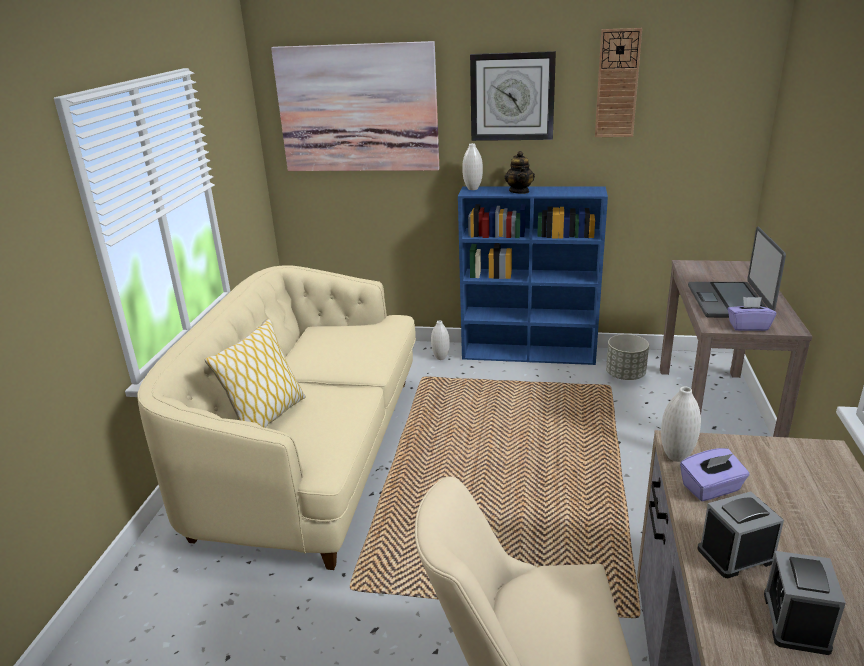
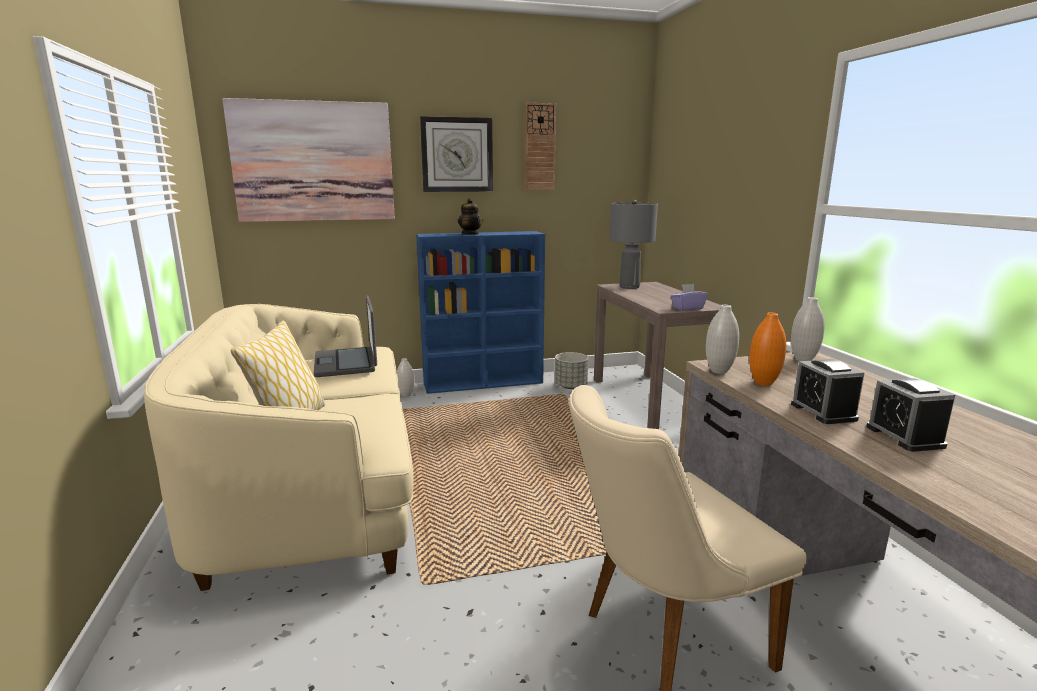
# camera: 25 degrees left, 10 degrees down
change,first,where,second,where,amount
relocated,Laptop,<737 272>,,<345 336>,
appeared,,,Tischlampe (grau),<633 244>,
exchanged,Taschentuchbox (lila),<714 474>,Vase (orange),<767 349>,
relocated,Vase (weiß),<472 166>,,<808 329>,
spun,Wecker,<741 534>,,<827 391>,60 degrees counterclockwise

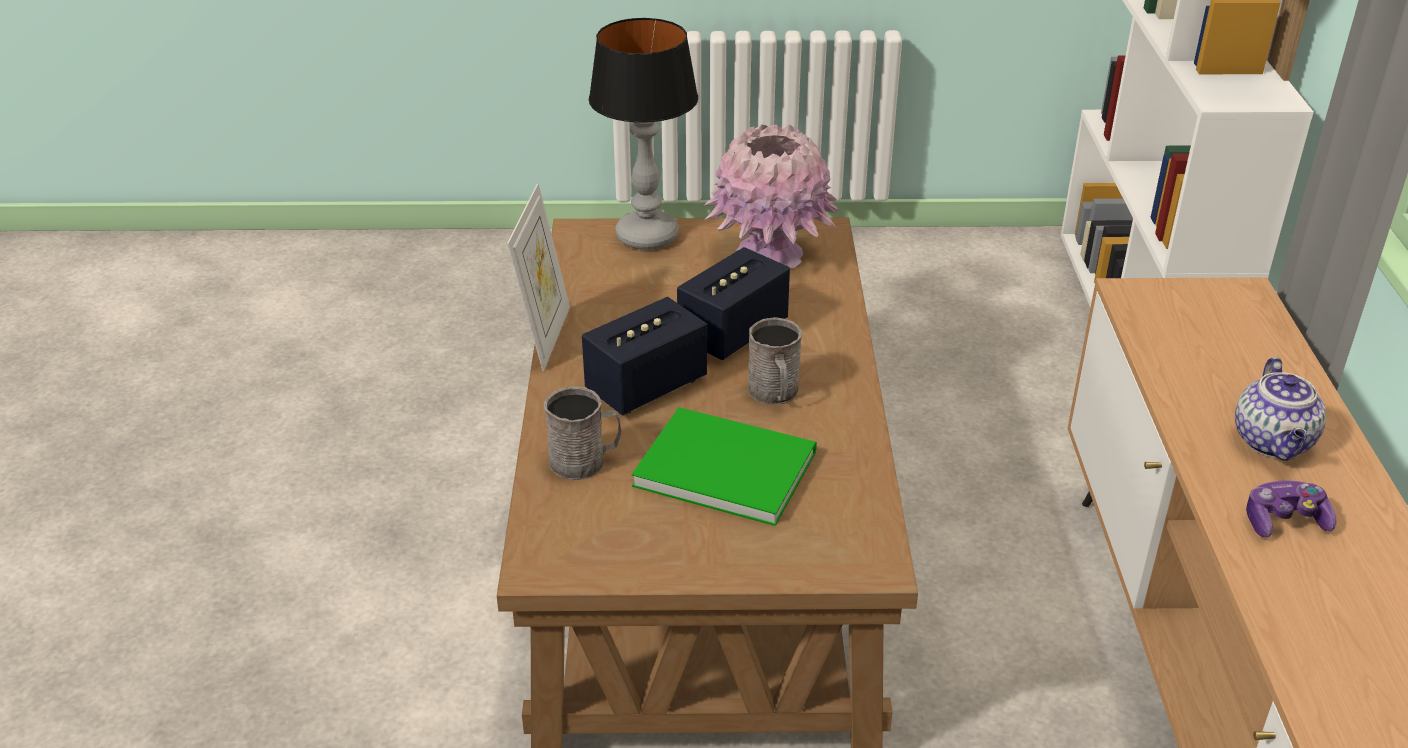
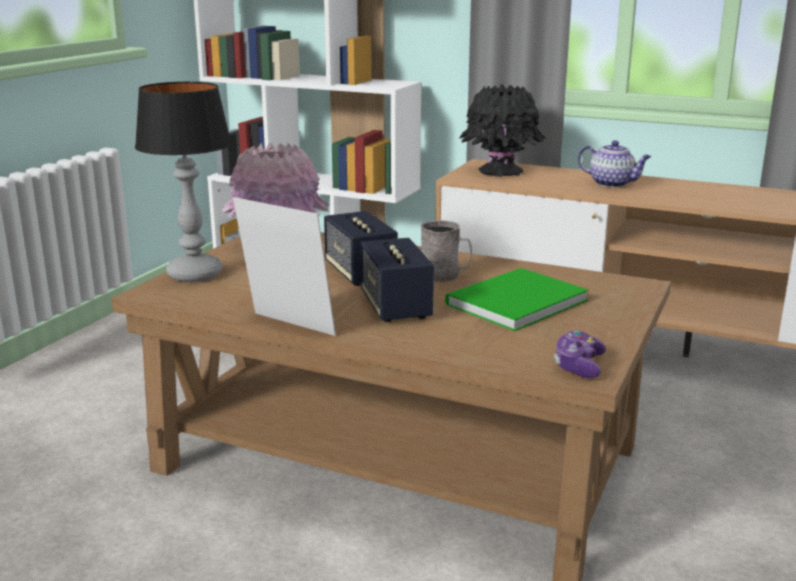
# camera: 65 degrees left, 15 degrees down
change,first,where,second,where,amount
appeared,,,Vase (schwarz),<503 130>,
relocated,Gamepad,<1291 509>,,<580 354>,
missing,Henkelbecher (grau),<582 433>,,,

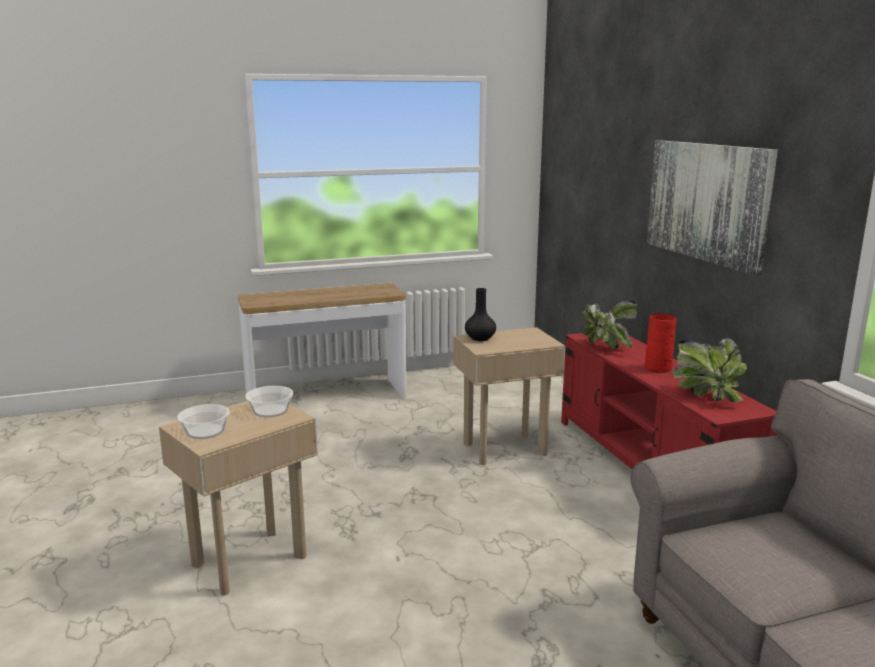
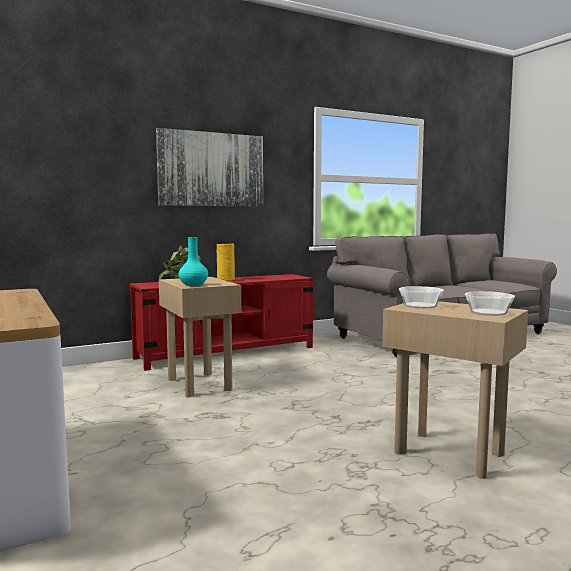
# camera: 100 degrees left, 10 degrees down
change,first,where,second,where,amount
colour,Vase (schwarz),<480 314>,Vase (türkis),<193 261>,
colour,Vase (rot),<660 343>,Vase (gelb),<226 262>,
missing,Topfpflanze,<710 370>,,,

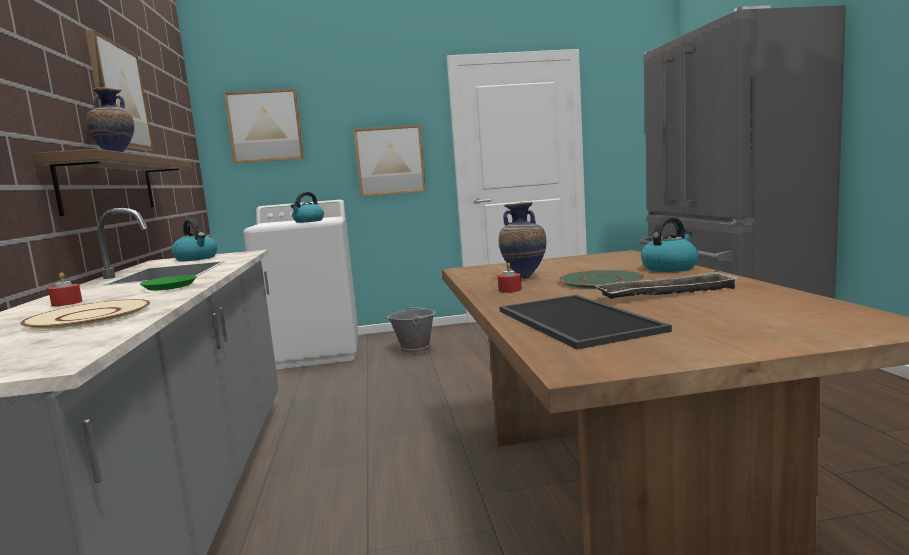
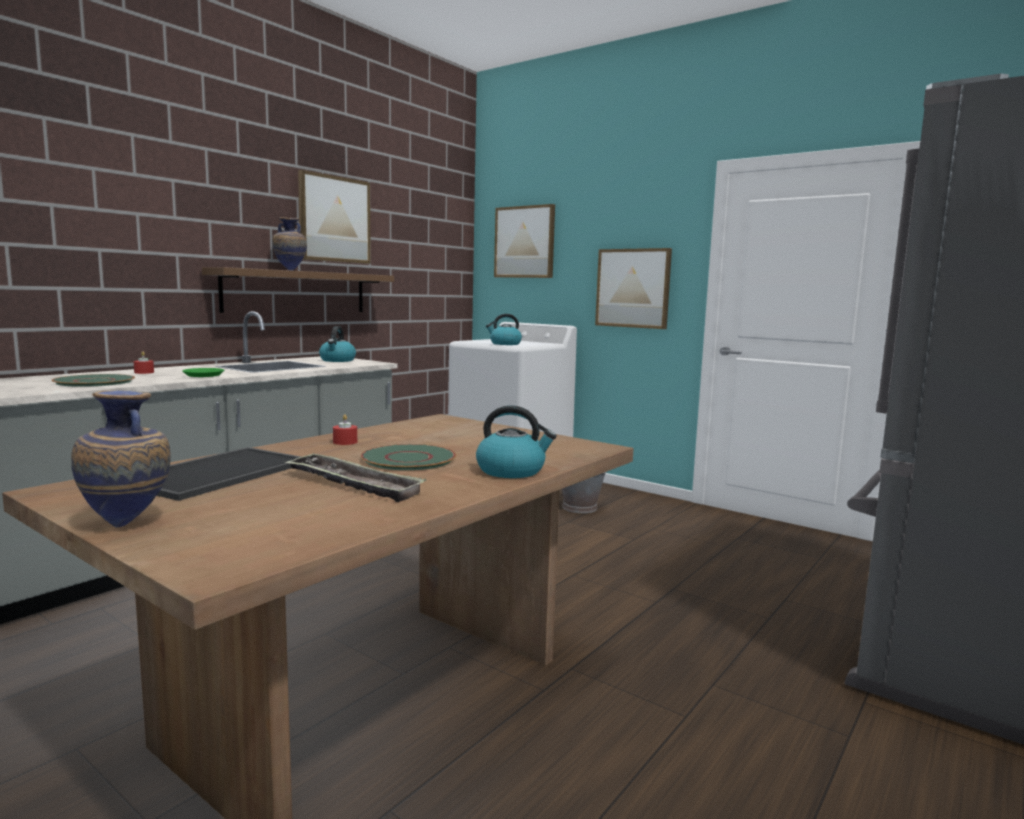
# camera: 45 degrees right, 0 degrees up
change,first,where,second,where,amount
colour,Teller (beige),<85 315>,Teller (grün),<93 380>,
relocated,Vase,<523 240>,,<121 458>,

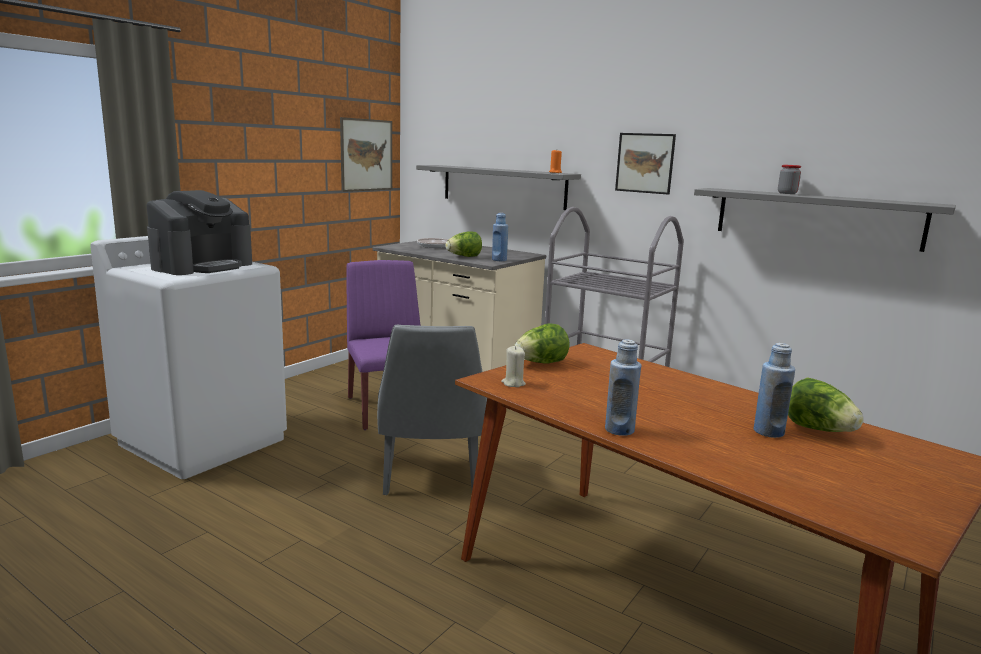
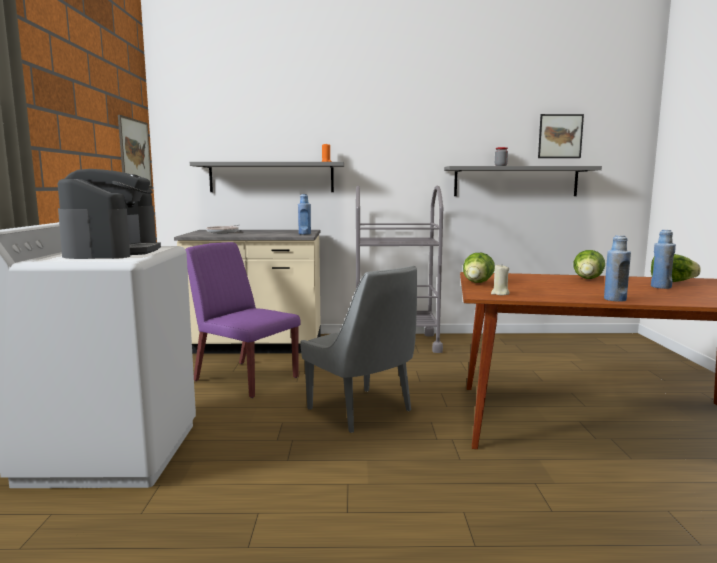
# camera: 35 degrees left, 5 degrees down
change,first,where,second,where,amount
relocated,Bild,<645 164>,,<561 136>,
relocated,Salatkopf,<463 244>,,<589 264>,

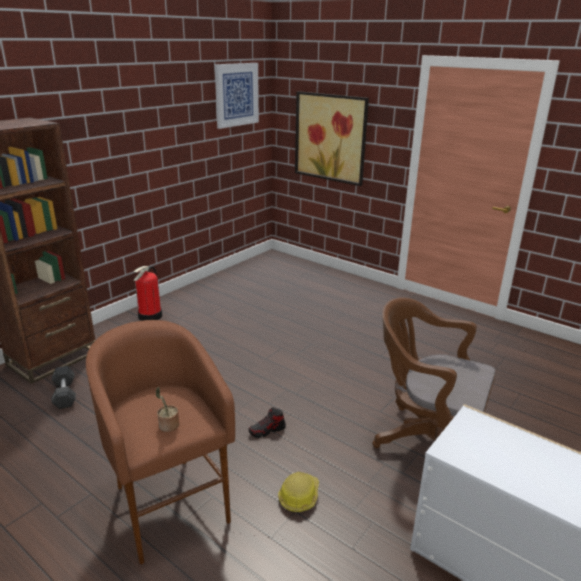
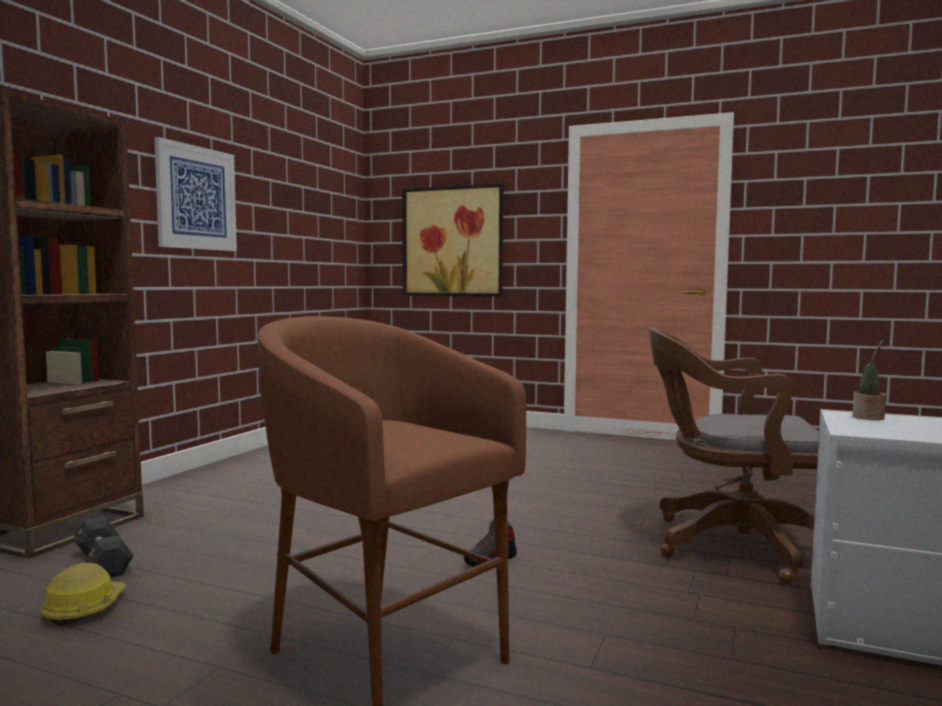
# camera: 15 degrees left, 20 degrees down
change,first,where,second,where,amount
relocated,Schutzhelm,<298 491>,,<83 593>,
relocated,Bild,<237 96>,,<195 194>,
relocated,Topfpflanze,<167 409>,,<869 380>,
missing,Feuerlöscher,<147 293>,,,

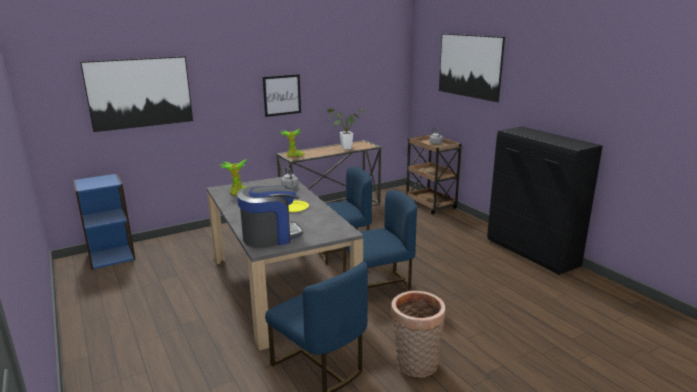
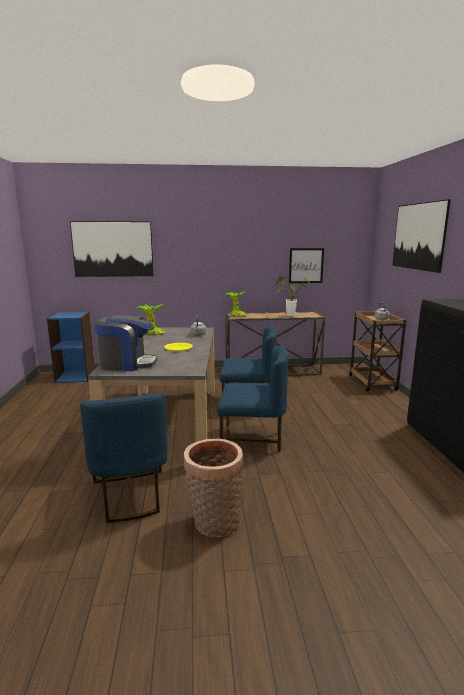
# camera: 25 degrees right, 5 degrees down
change,first,where,second,where,amount
relocated,Bild,<282 95>,,<306 265>,

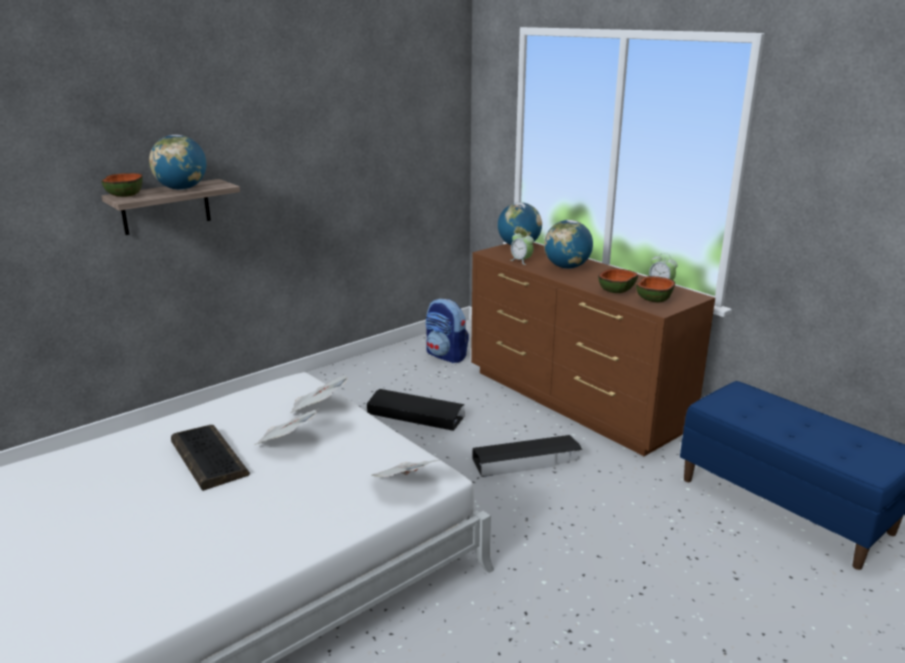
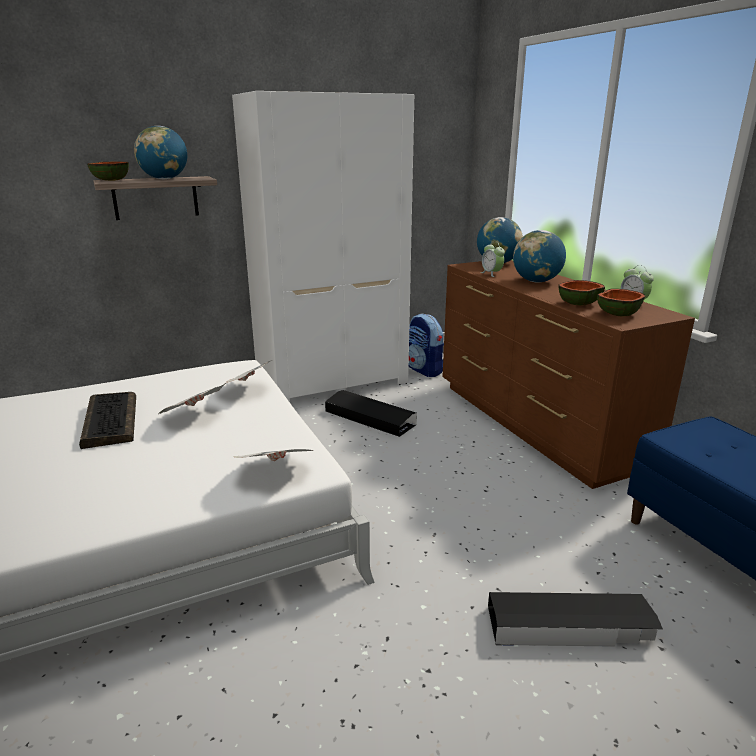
# camera: 15 degrees right, 0 degrees up
change,first,where,second,where,amount
appeared,,,Kleiderschrank (weiß),<323 246>,
relocated,Aufbewahrungsbox (schwarz),<527 456>,,<575 619>,

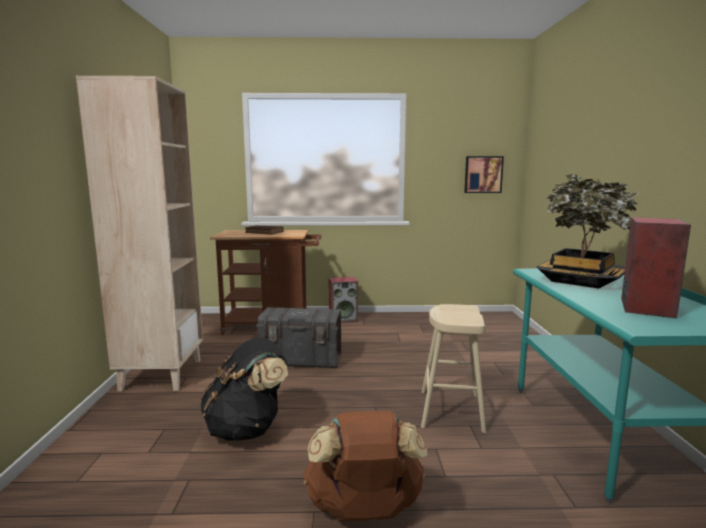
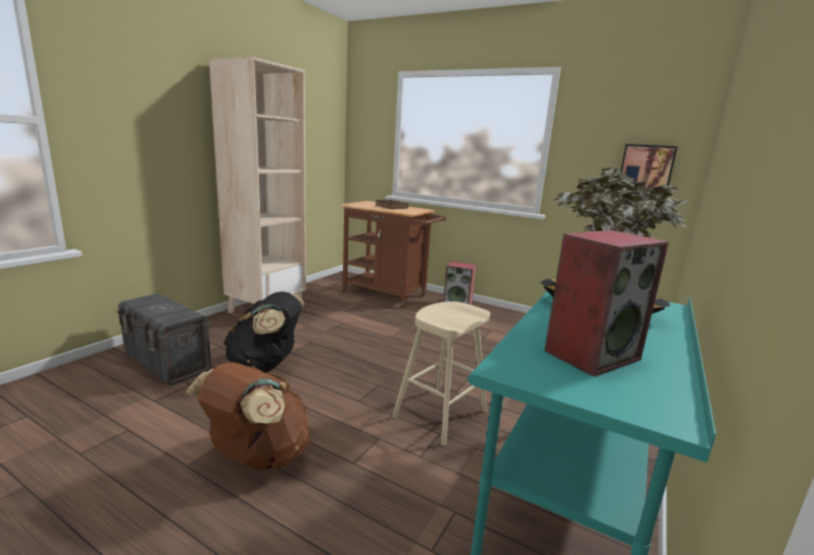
# camera: 30 degrees right, 5 degrees up
change,first,where,second,where,amount
relocated,Aufbewahrungsbox (grau),<299 337>,,<164 339>,

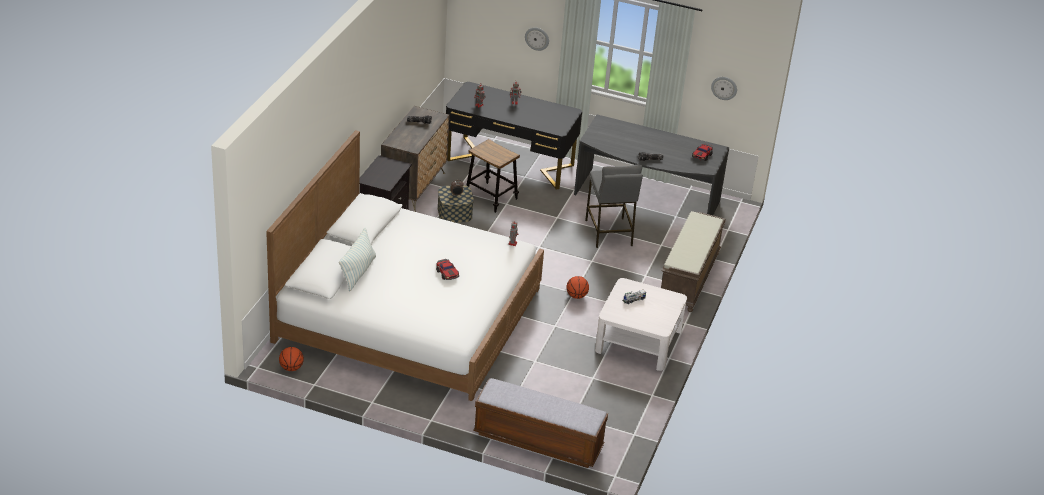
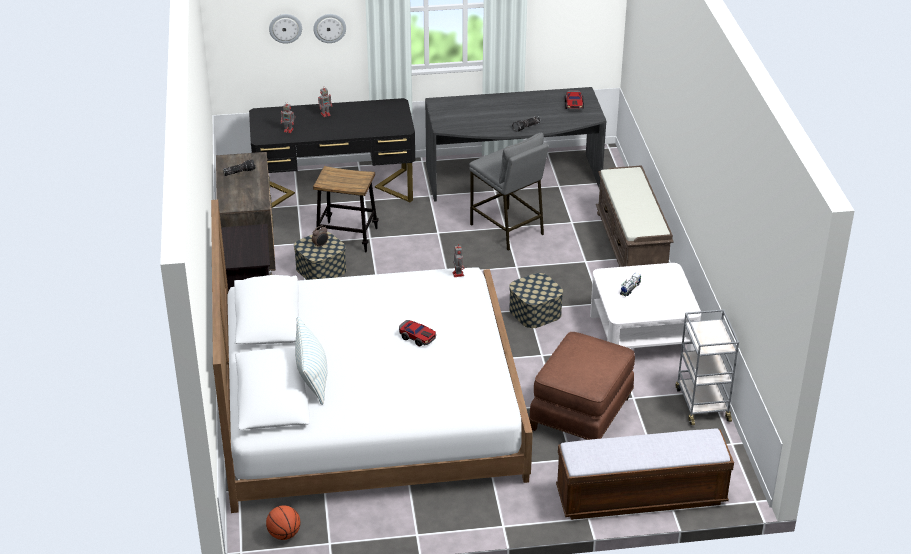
# camera: 25 degrees left, 0 degrees up
change,first,where,second,where,amount
relocated,Wanduhr,<724 88>,,<285 29>,
exchanged,Basketball,<578 287>,Aufbewahrungsbox,<536 300>,
appeared,,,Polsterhocker (braun),<582 386>,
appeared,,,Rollwagen (grau),<707 367>,

